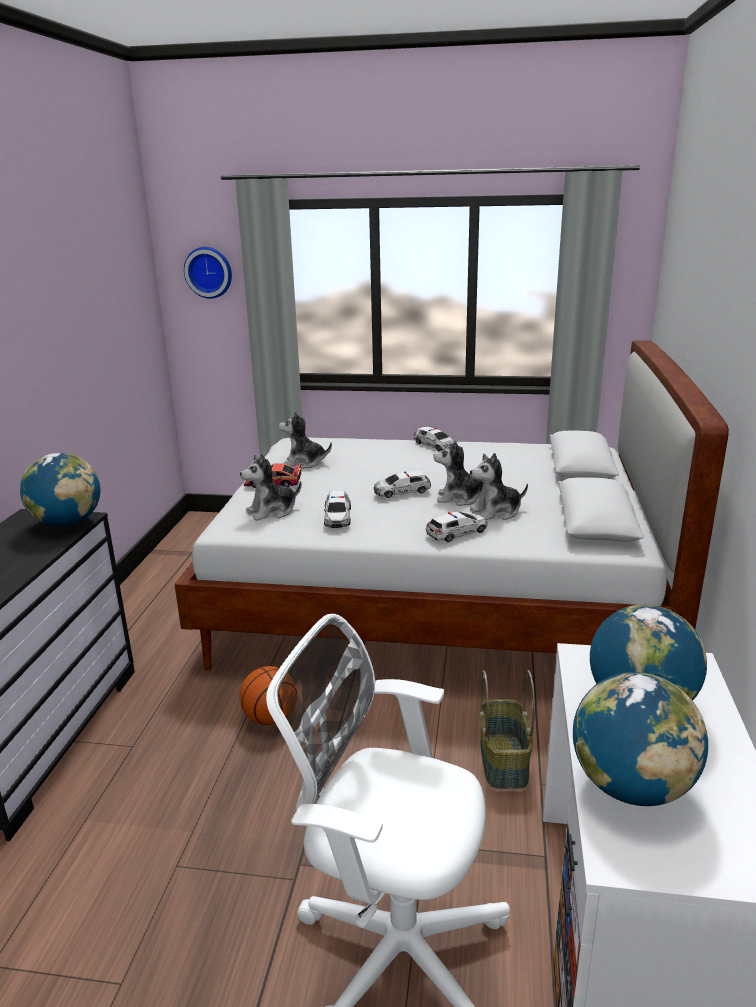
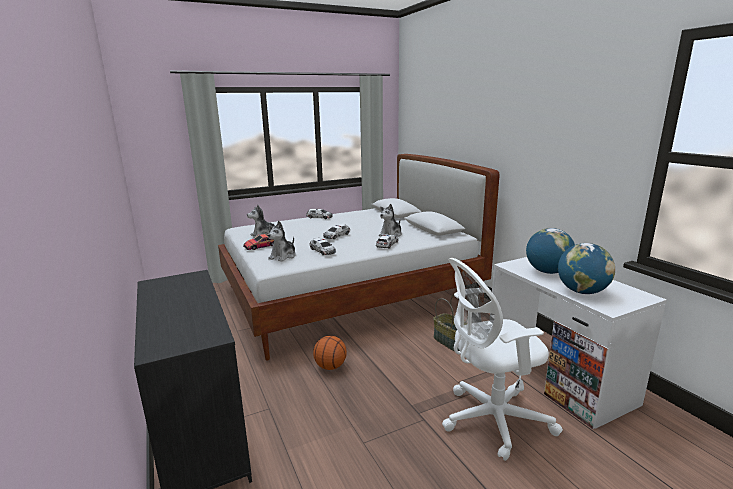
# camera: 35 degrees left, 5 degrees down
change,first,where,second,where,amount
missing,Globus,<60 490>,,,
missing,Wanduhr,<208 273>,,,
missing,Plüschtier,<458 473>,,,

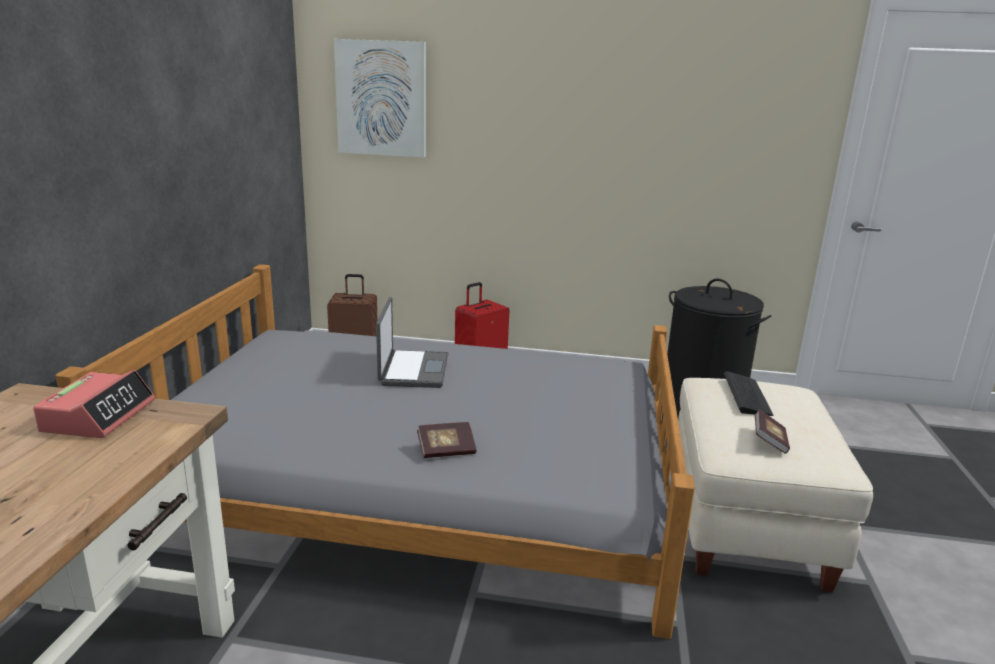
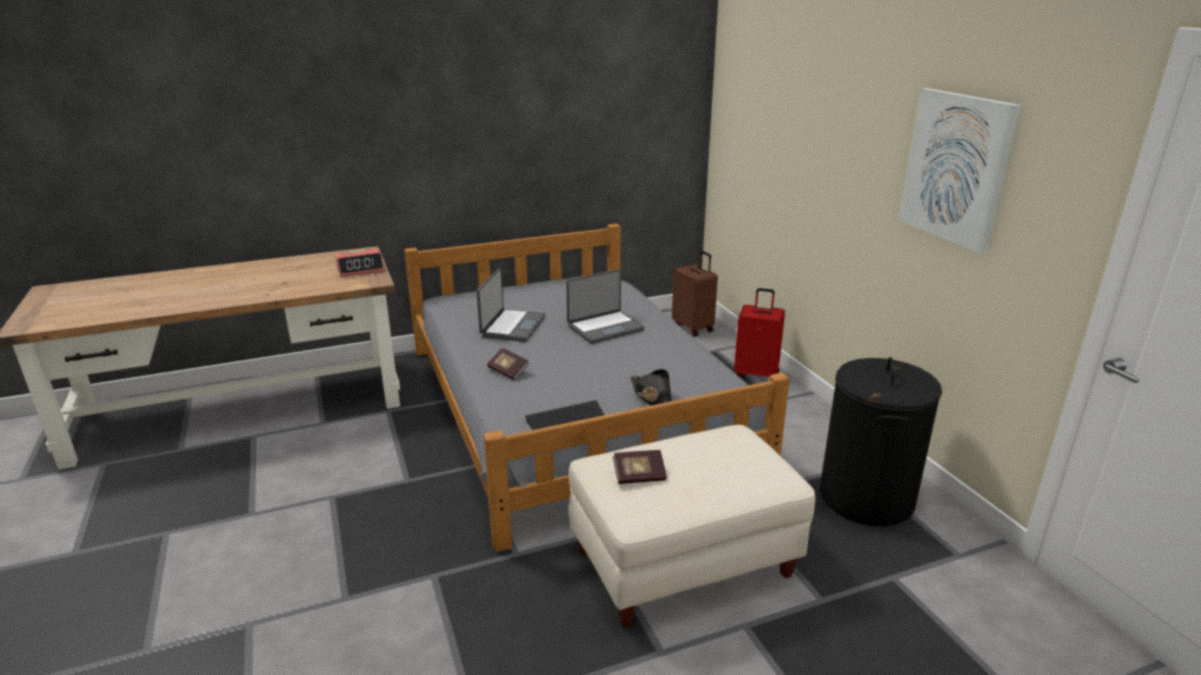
# camera: 60 degrees right, 5 degrees up
change,first,where,second,where,amount
appeared,,,Laptop,<511 305>,
relocated,Tastatur,<749 393>,,<564 415>,
appeared,,,Hut (schwarz),<651 387>,
relocated,Bild,<380 98>,,<959 170>,

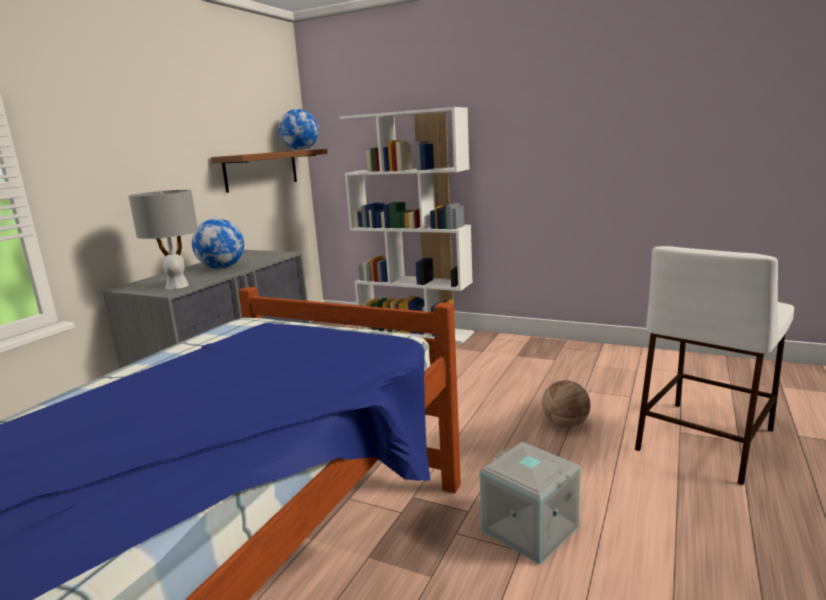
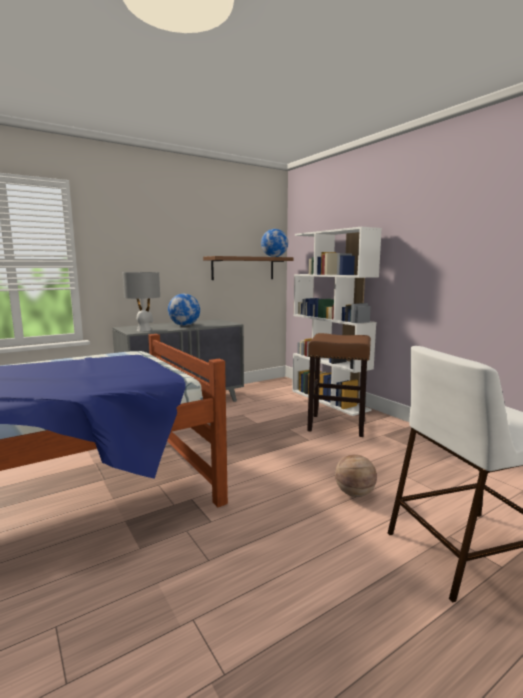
# camera: 30 degrees right, 5 degrees down
change,first,where,second,where,amount
appeared,,,Hocker (braun),<339 385>,
missing,Aufbewahrungsbox (grau),<530 503>,,,

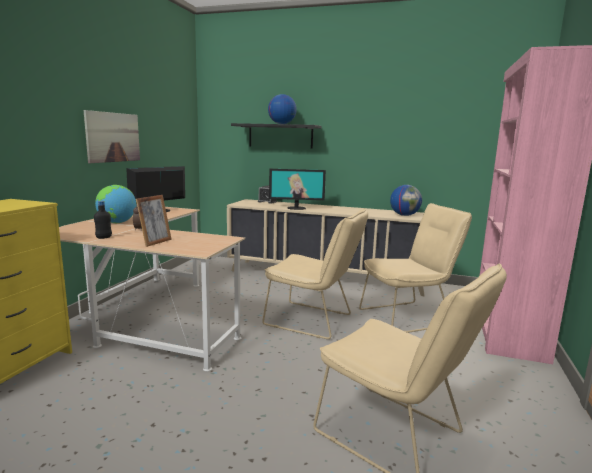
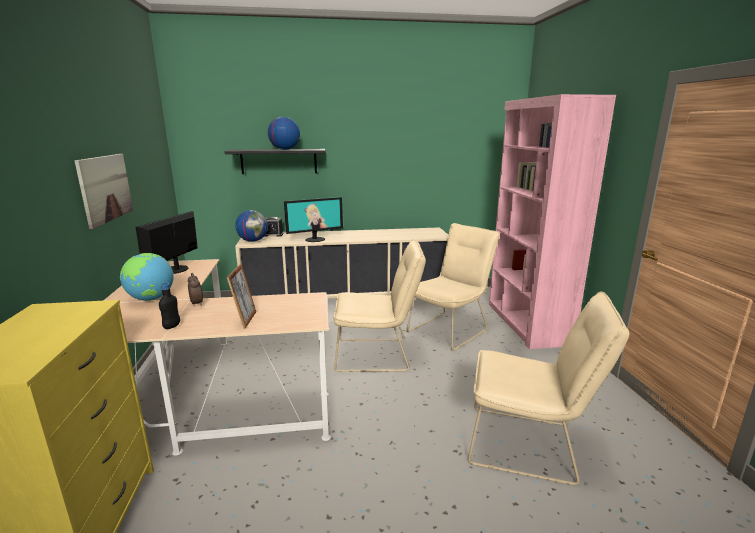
# camera: 25 degrees left, 5 degrees up
change,first,where,second,where,amount
relocated,Globus,<406 200>,,<251 226>,

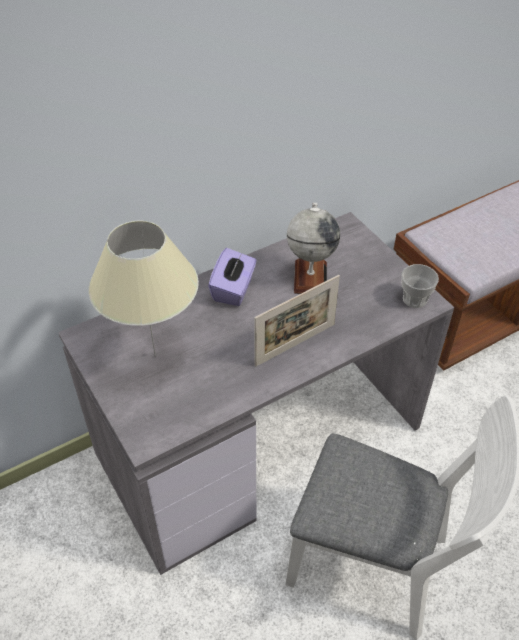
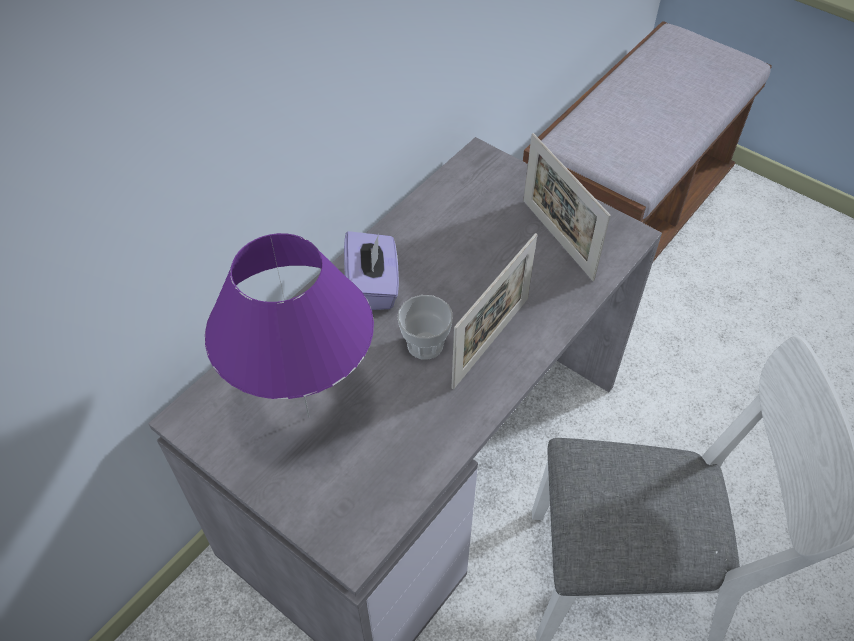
# camera: 20 degrees left, 5 degrees up
change,first,where,second,where,amount
colour,Tischlampe (beige),<143 289>,Tischlampe (lila),<289 325>,
relocated,Tasse,<420 286>,,<425 327>,
appeared,,,Bilderrahmen,<566 207>,
missing,Globus,<313 248>,,,

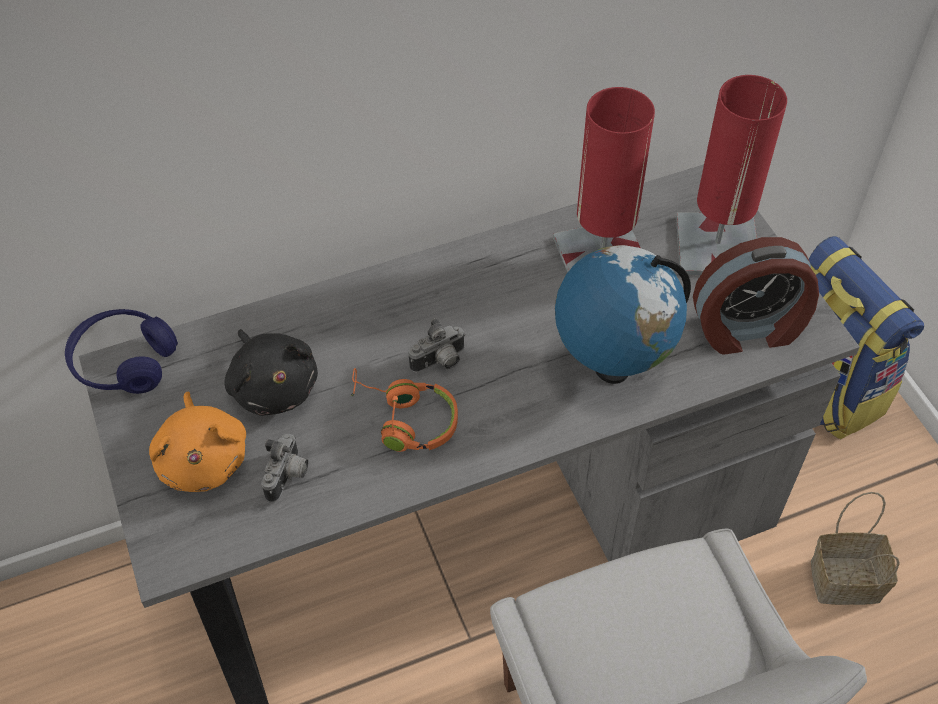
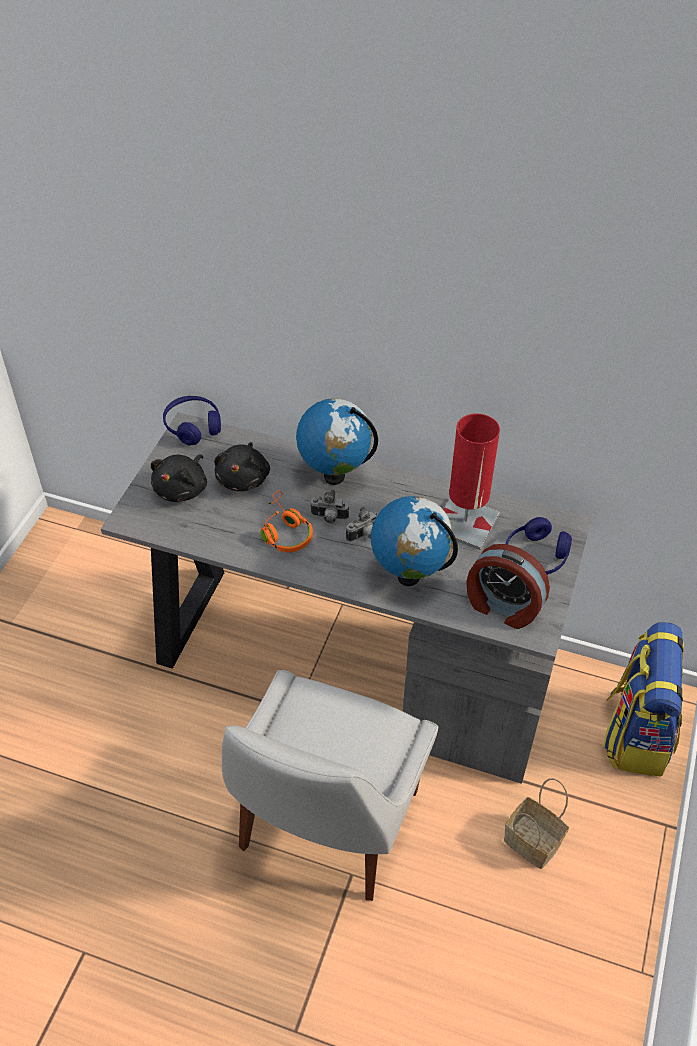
# camera: 40 degrees right, 5 degrees down
change,first,where,second,where,amount
colour,Plüschtier (orange),<197 442>,Plüschtier (schwarz),<179 478>,
appeared,,,Globus,<337 441>,
relocated,Kamera,<284 468>,,<362 524>,
exchanged,Tischlampe (rot),<731 175>,Kopfhörer (blau),<539 546>,

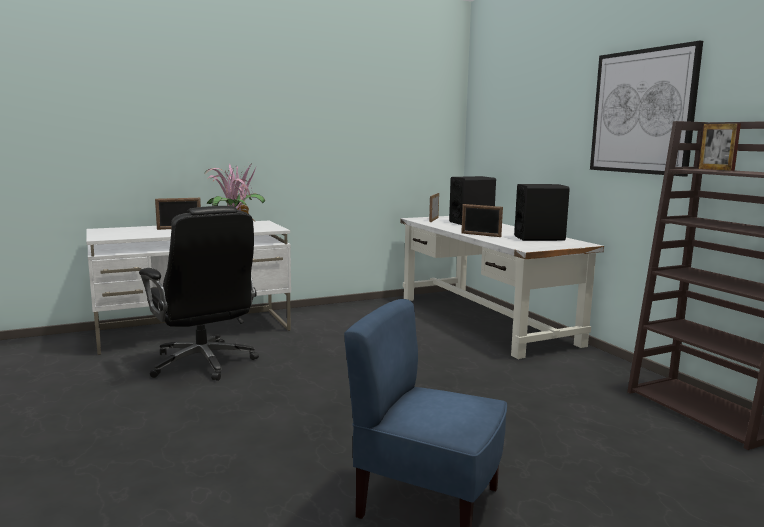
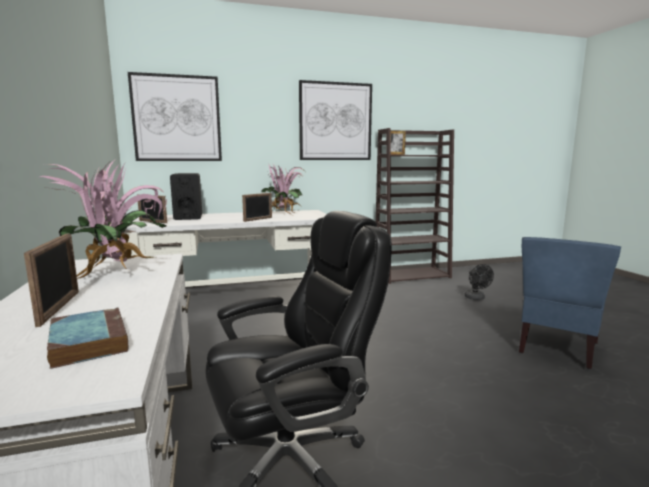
# camera: 80 degrees left, 0 degrees up
change,first,where,second,where,amount
appeared,,,Buch,<87 338>,
appeared,,,Bild,<175 116>,
exchanged,Lautsprecher (schwarz),<542 212>,Topfpflanze,<282 189>,
appeared,,,Ventilator (schwarz),<479 282>,

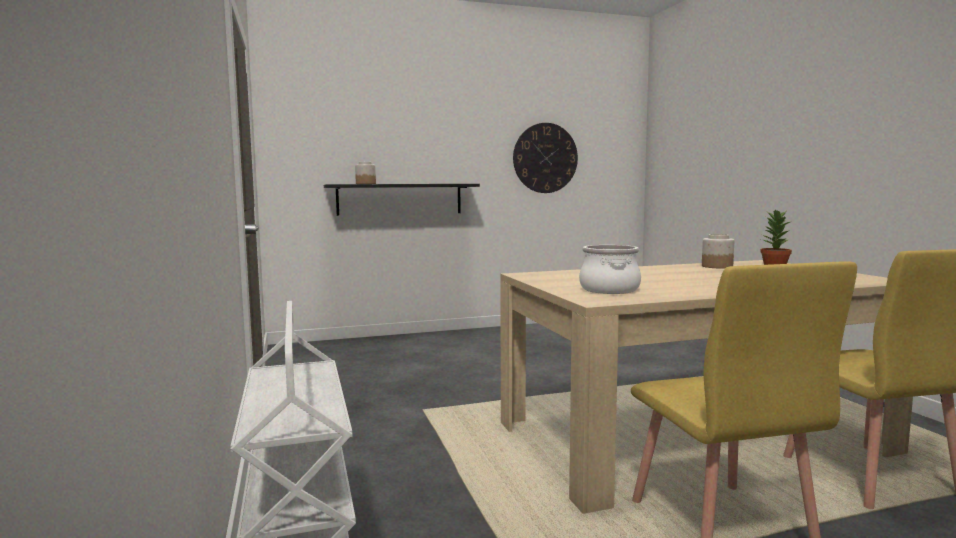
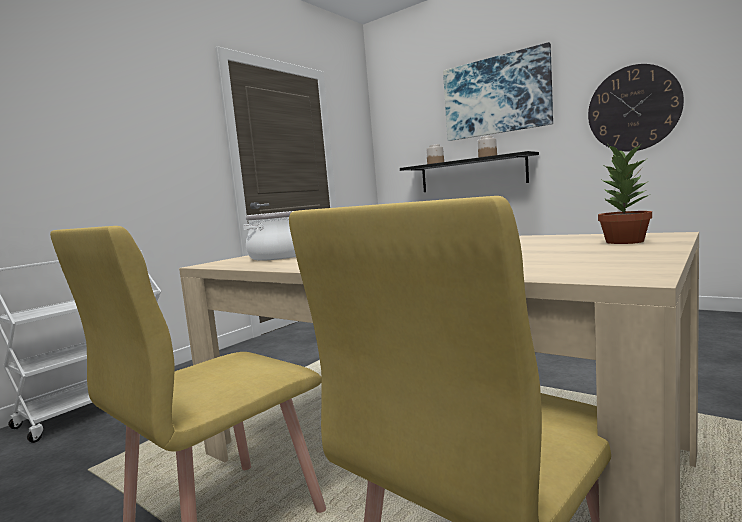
# camera: 55 degrees right, 0 degrees up
change,first,where,second,where,amount
appeared,,,Bild,<498 91>,
relocated,Vorratsglas,<718 251>,,<487 147>,

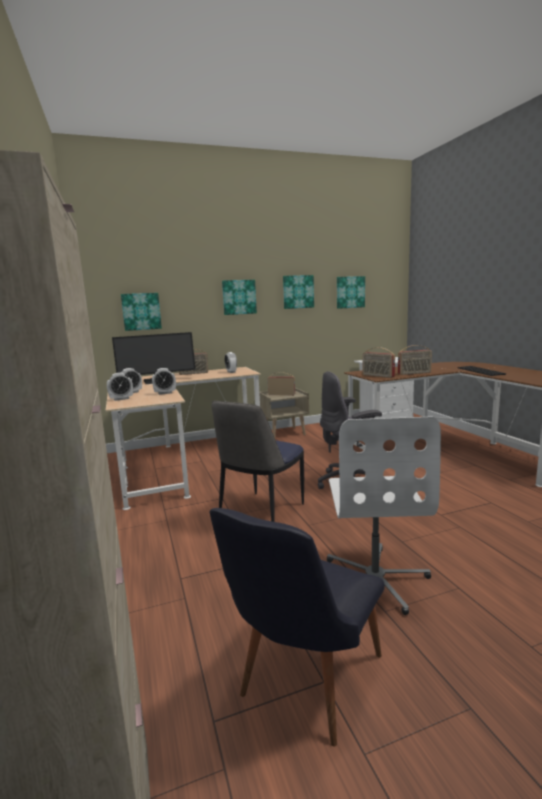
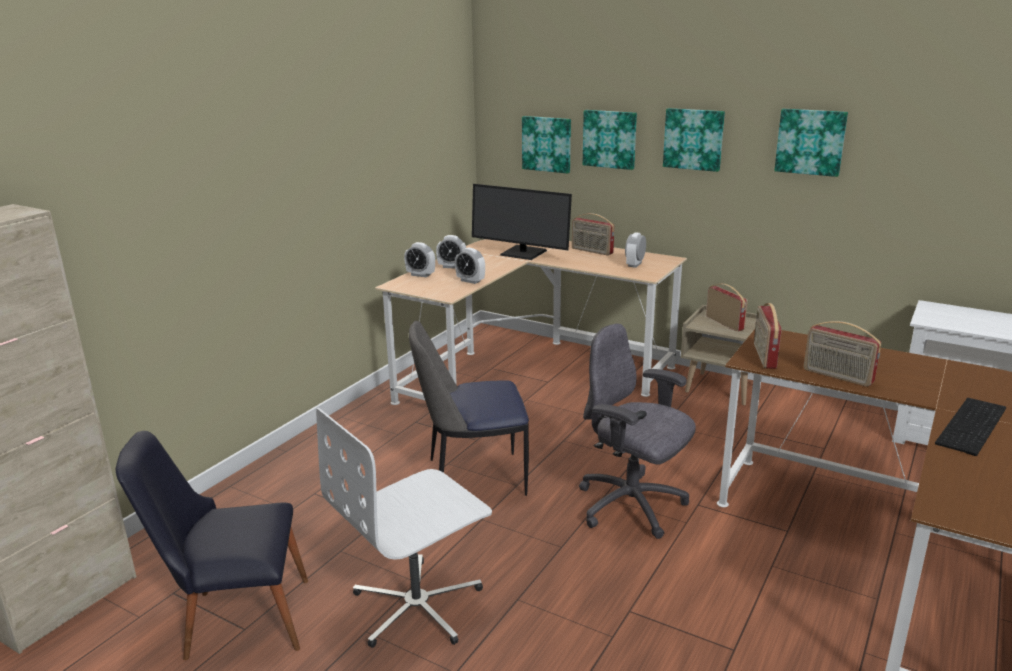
# camera: 50 degrees right, 10 degrees up
change,first,where,second,where,amount
relocated,Bild,<351 292>,,<610 140>,

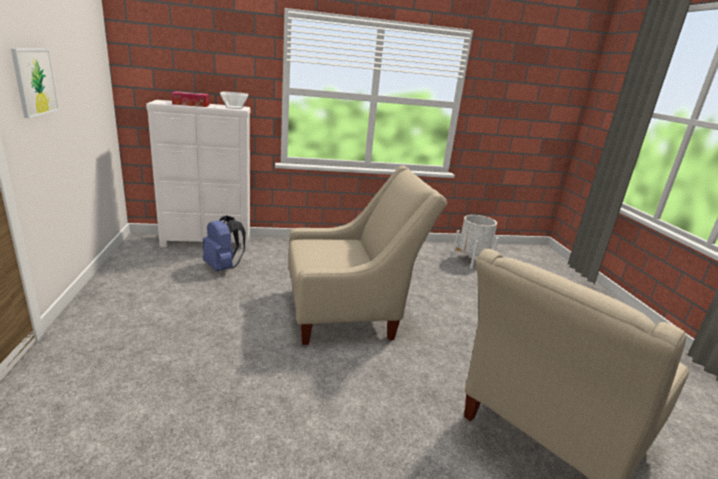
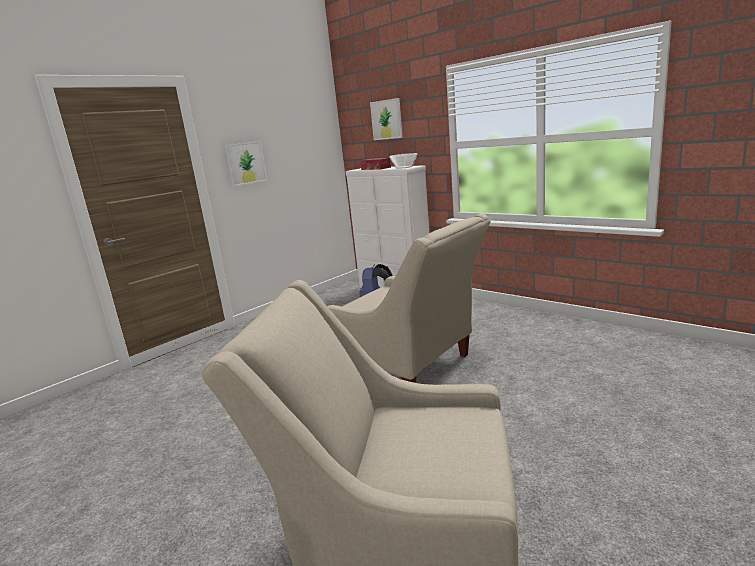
# camera: 55 degrees right, 5 degrees down
change,first,where,second,where,amount
appeared,,,Bild,<386 119>,
missing,Pflanzkübel (weiß),<475 242>,,,

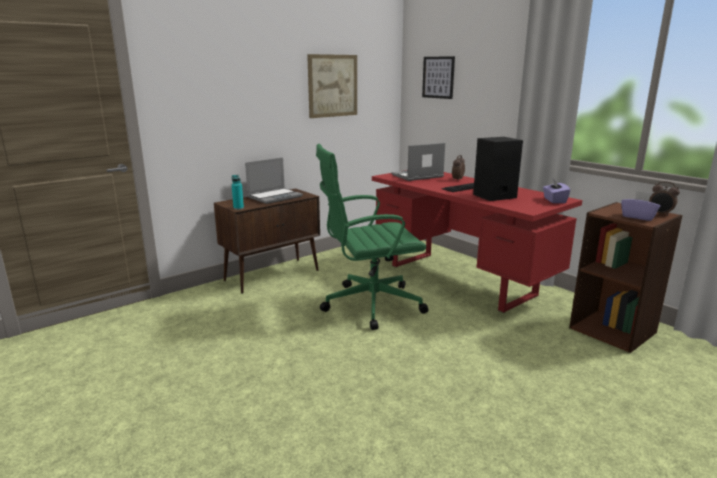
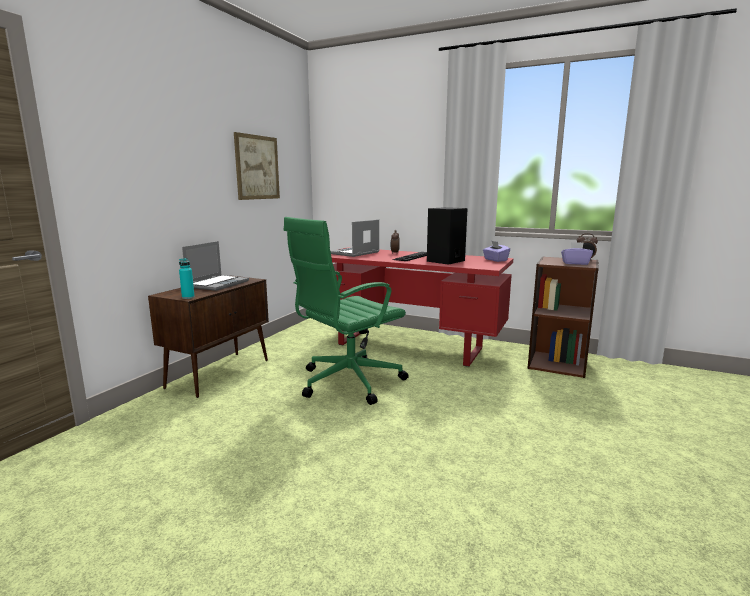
# camera: 25 degrees left, 5 degrees down
change,first,where,second,where,amount
missing,Bild,<438 77>,,,

